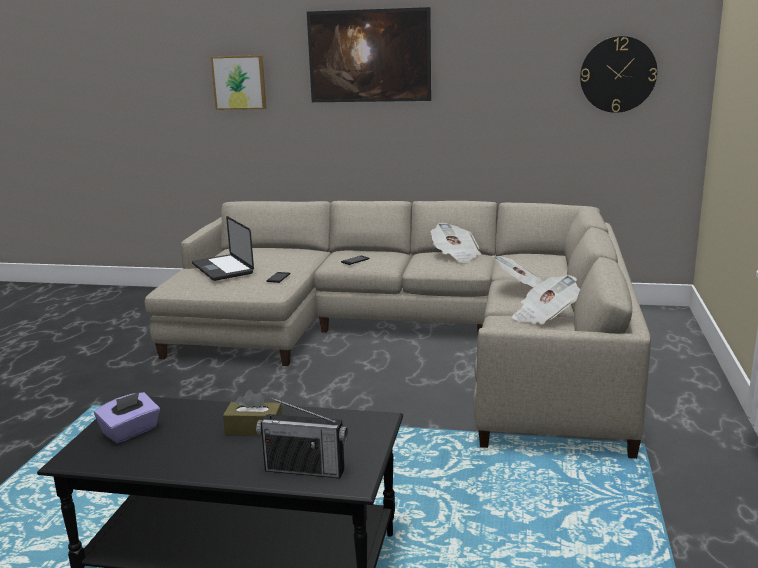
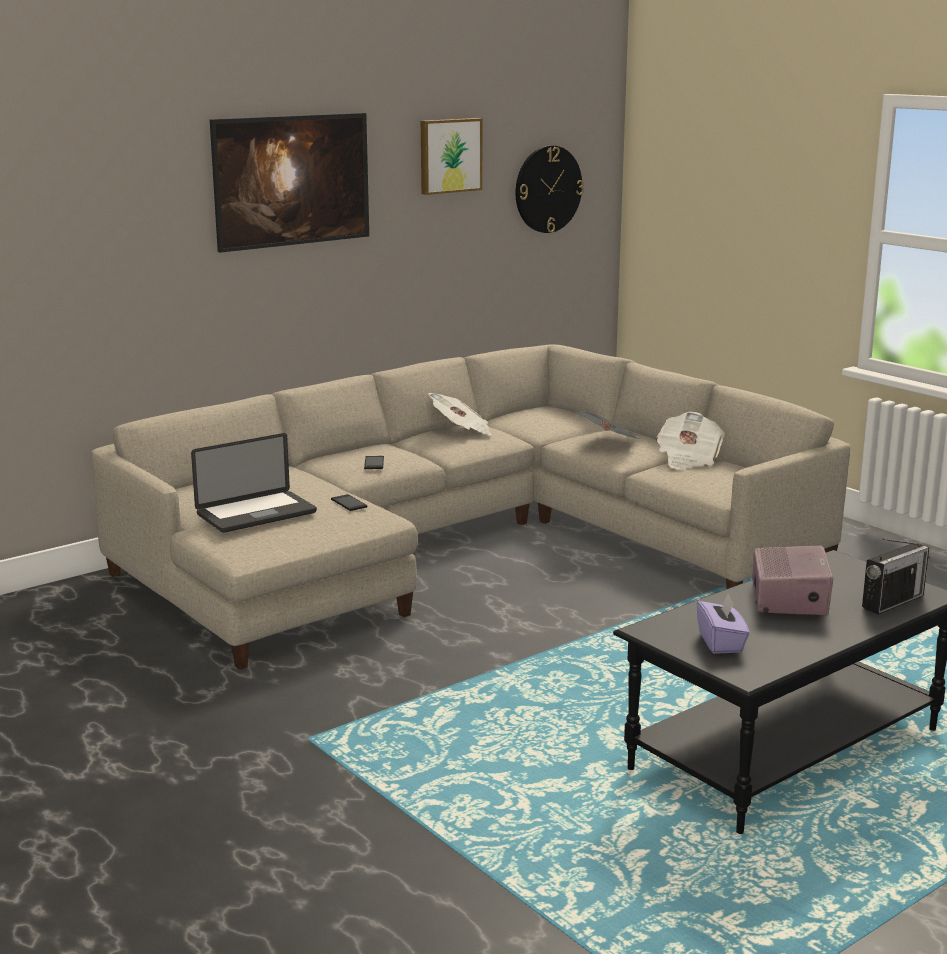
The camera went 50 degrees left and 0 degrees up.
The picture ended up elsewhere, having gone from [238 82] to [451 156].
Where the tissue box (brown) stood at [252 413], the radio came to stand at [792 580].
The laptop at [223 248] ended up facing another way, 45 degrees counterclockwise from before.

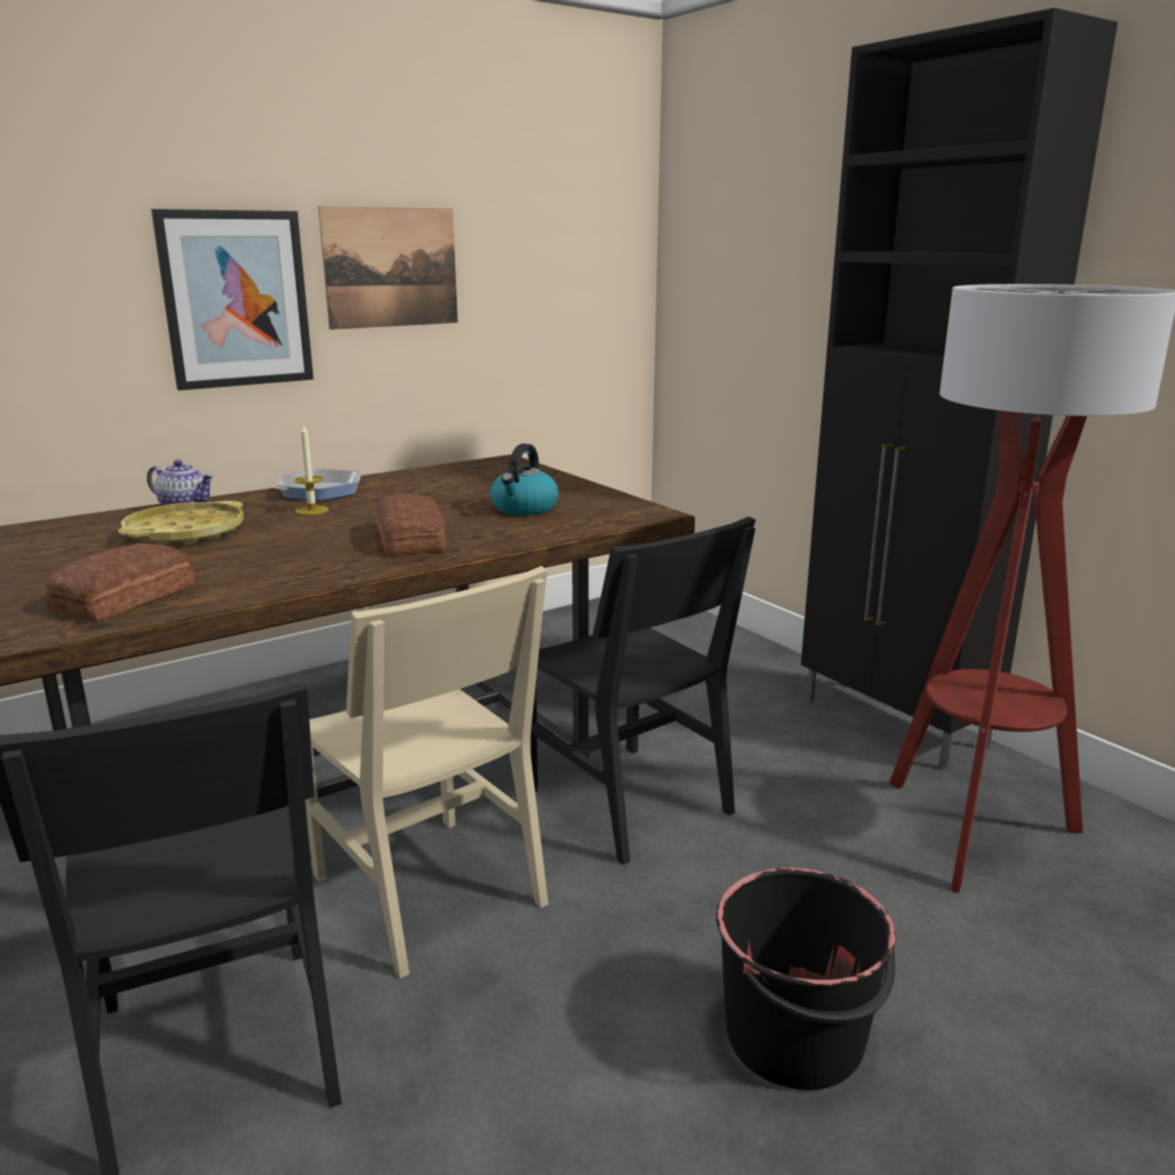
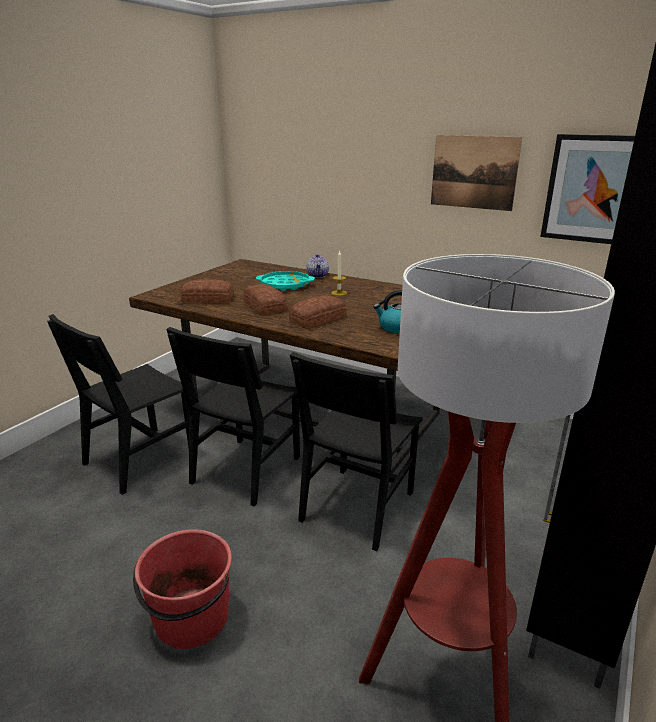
The camera went 65 degrees right and 5 degrees up.
The second view lost the frying pan at [318 485].
The second view gained the bread at [265 299].
The picture ended up elsewhere, having gone from [232 299] to [587 189].
What was the tray (yellow) at [181 523] turned into the tray (turquoise) at [285 281].
What was the chair (beige) at [426 772] turned into the chair (black) at [233 416].
What was the bucket (black) at [806 979] turned into the bucket (red) at [182 589].

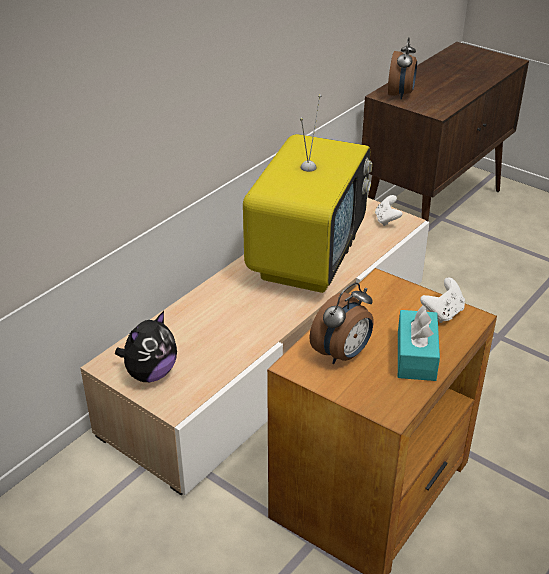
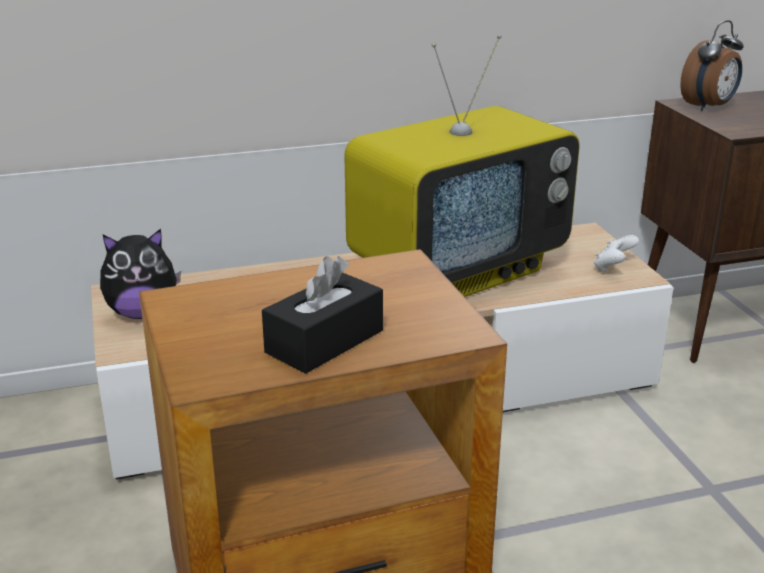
The camera went 35 degrees right and 10 degrees down.
The second view lost the alarm clock at [341 323].
The second view lost the game controller (white) at [442 300].
What was the tissue box (turquoise) at [419 343] turned into the tissue box (black) at [322 314].

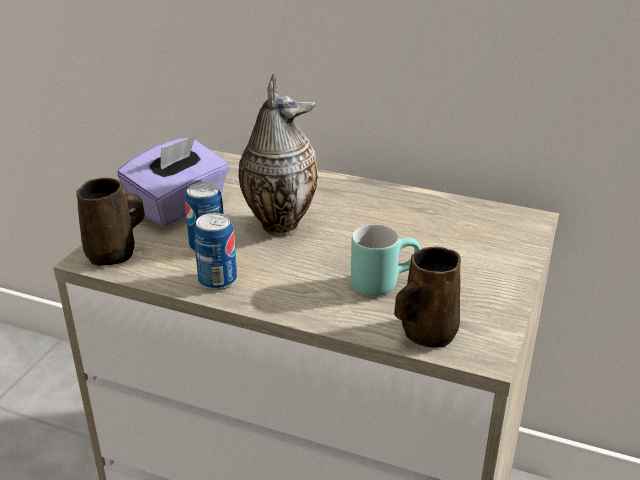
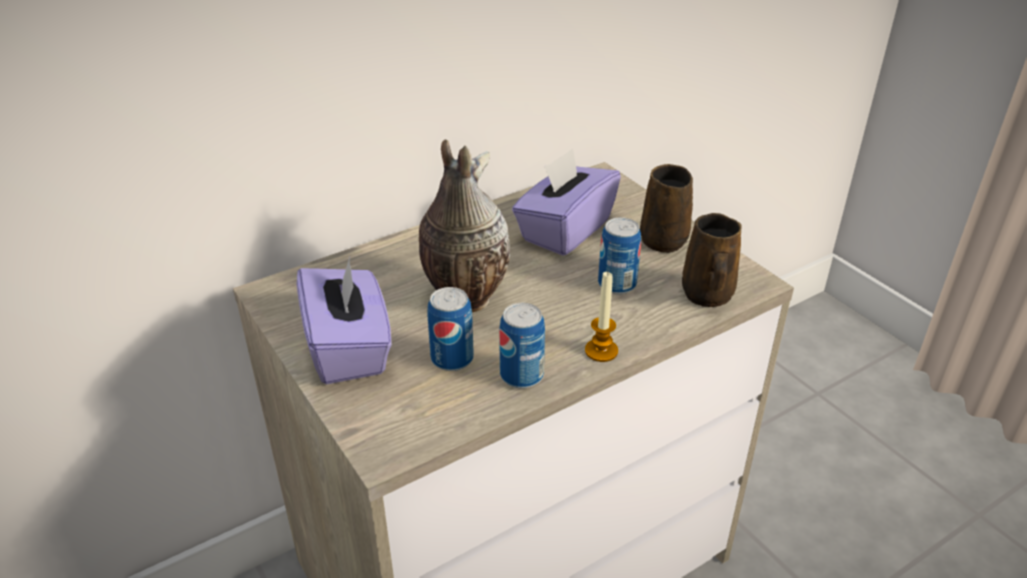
The camera went 55 degrees left and 5 degrees up.
The second view gained the tissue box (purple) at [566 202].
The second view gained the candle at [601 317].
The mug (brown) ended up elsewhere, having gone from [110 222] to [666 208].
Where the mug (turquoise) stood at [386 260], the can came to stand at [619 256].

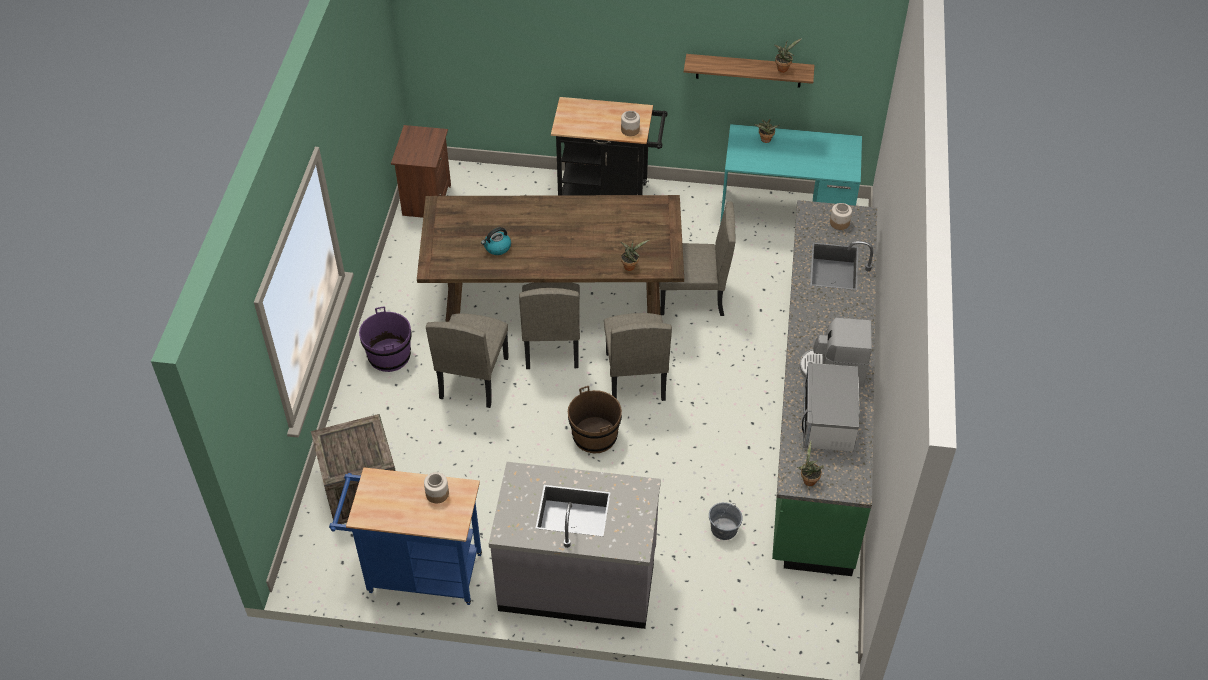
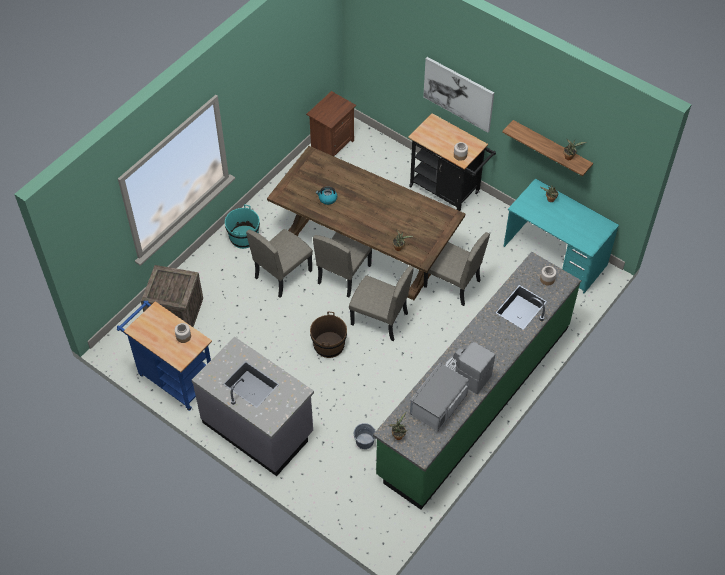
The camera went 30 degrees right and 5 degrees up.
The second view gained the picture at [458 94].
What was the bucket (purple) at [385 339] turned into the bucket (turquoise) at [242 227].
The chair (beige) at [638 357] ended up facing another way, 90 degrees counterclockwise from before.

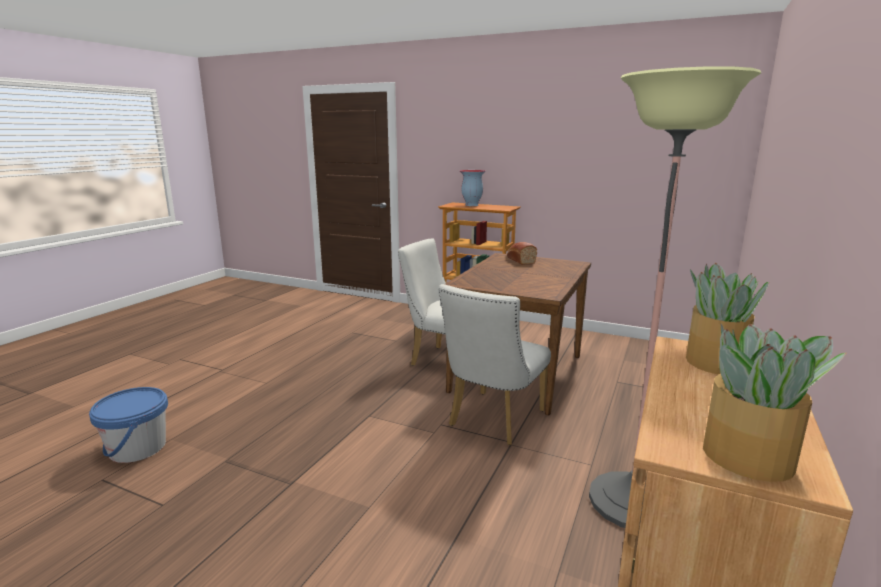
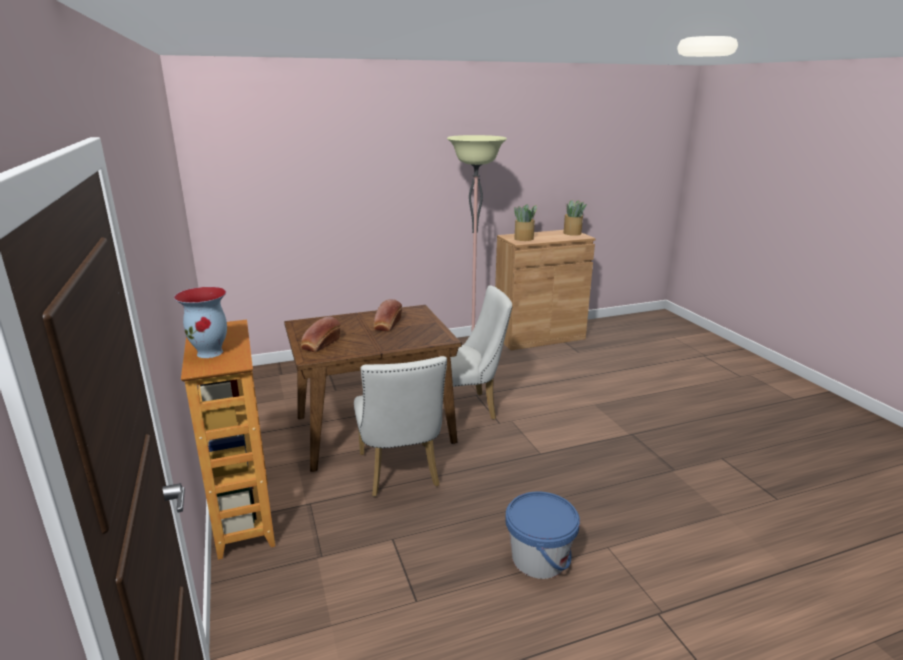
The camera went 135 degrees left and 5 degrees up.
The second view gained the bread at [387 315].
The bucket (blue) ended up elsewhere, having gone from [128 425] to [542 535].

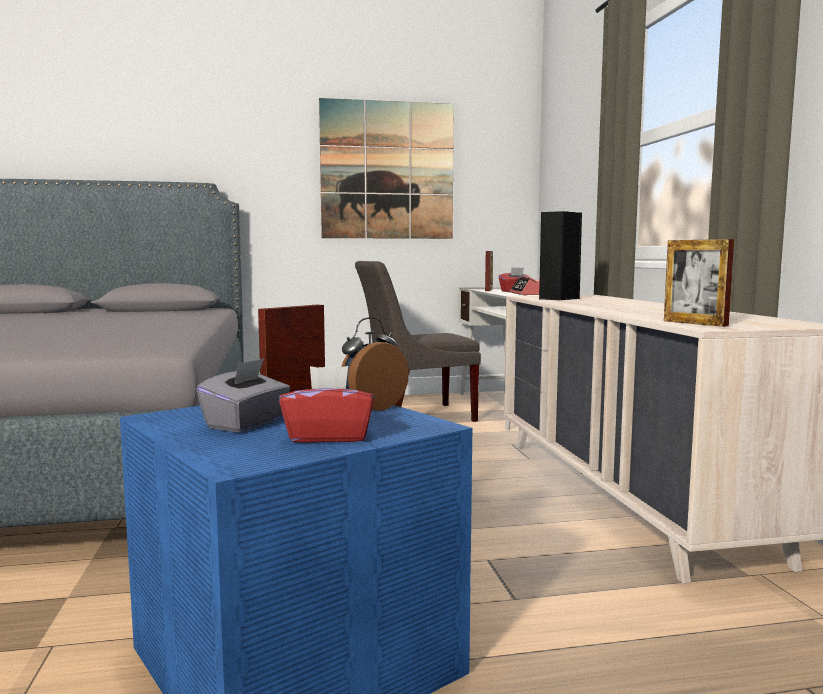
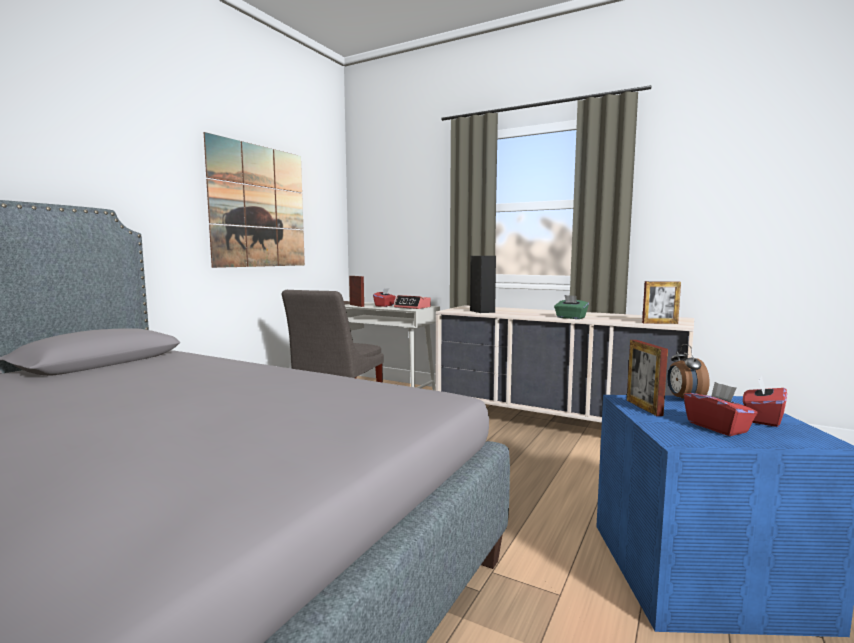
The camera went 50 degrees left and 0 degrees up.
The second view gained the tissue box (green) at [571 307].
What was the tissue box (grey) at [243 395] turned into the tissue box (red) at [721 409].

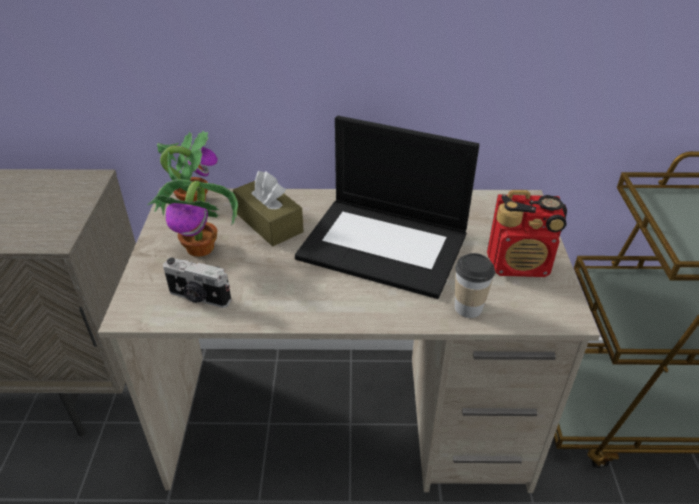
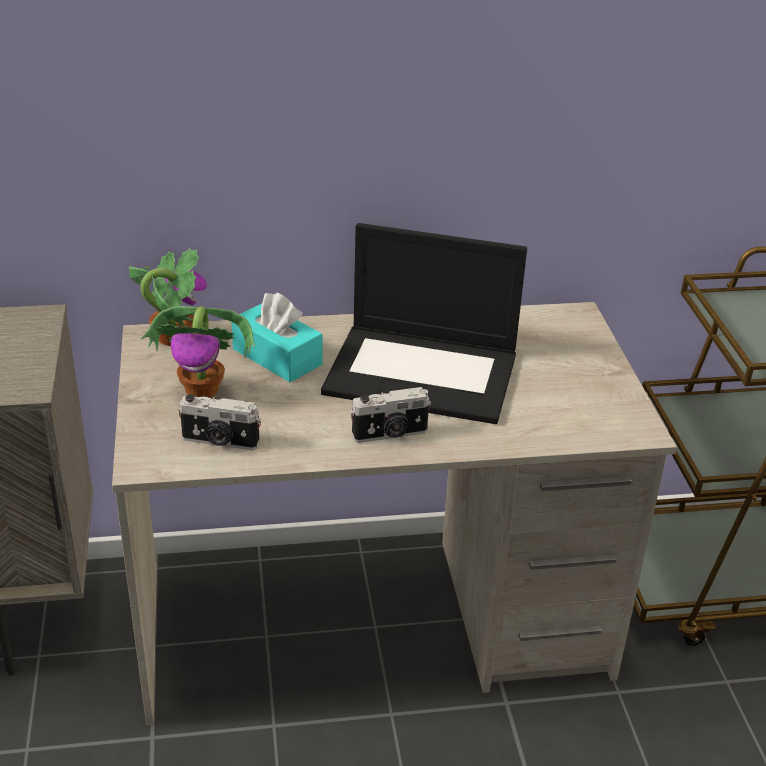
The camera went 10 degrees left and 5 degrees down.
The second view lost the cup at [475 285].
The second view lost the radio at [527 233].
The second view gained the photo camera at [390 415].
What was the tissue box (brown) at [268 208] turned into the tissue box (turquoise) at [277 337].

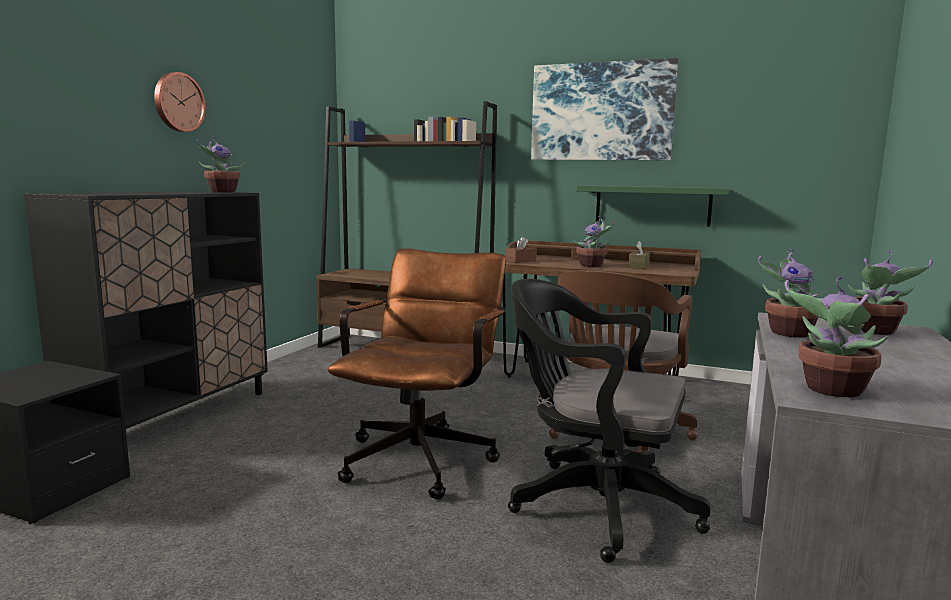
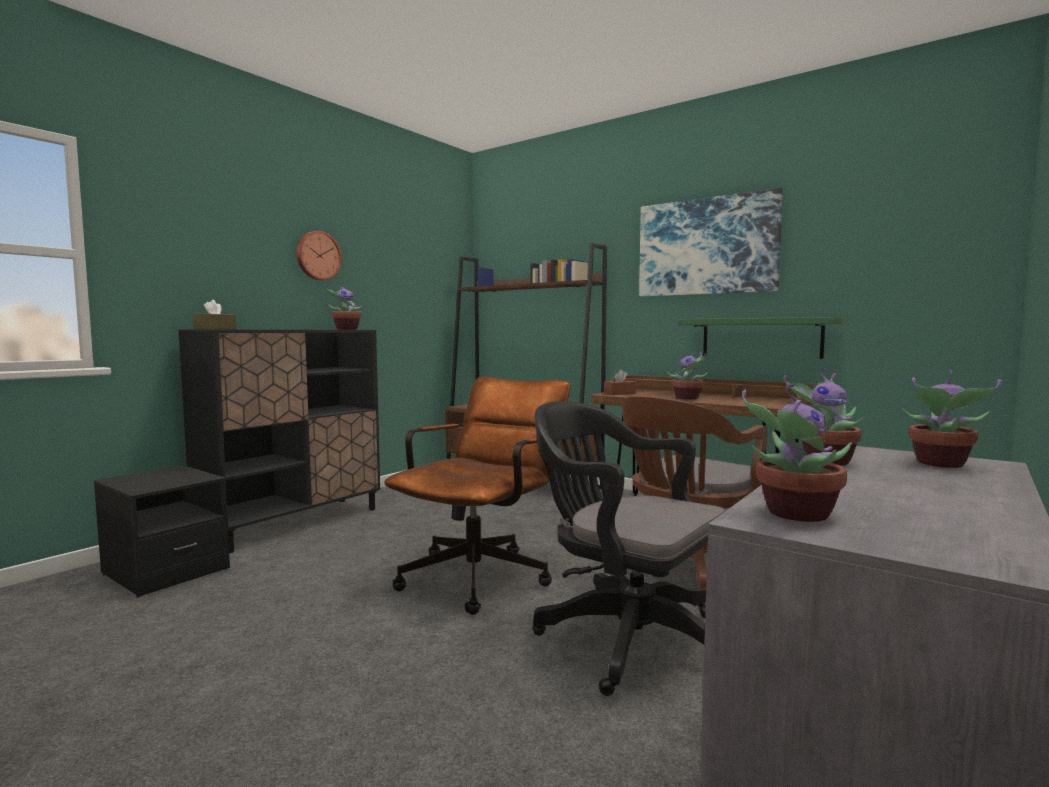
The camera went 15 degrees right and 5 degrees down.
The tissue box (brown) ended up elsewhere, having gone from [639 255] to [214 314].

